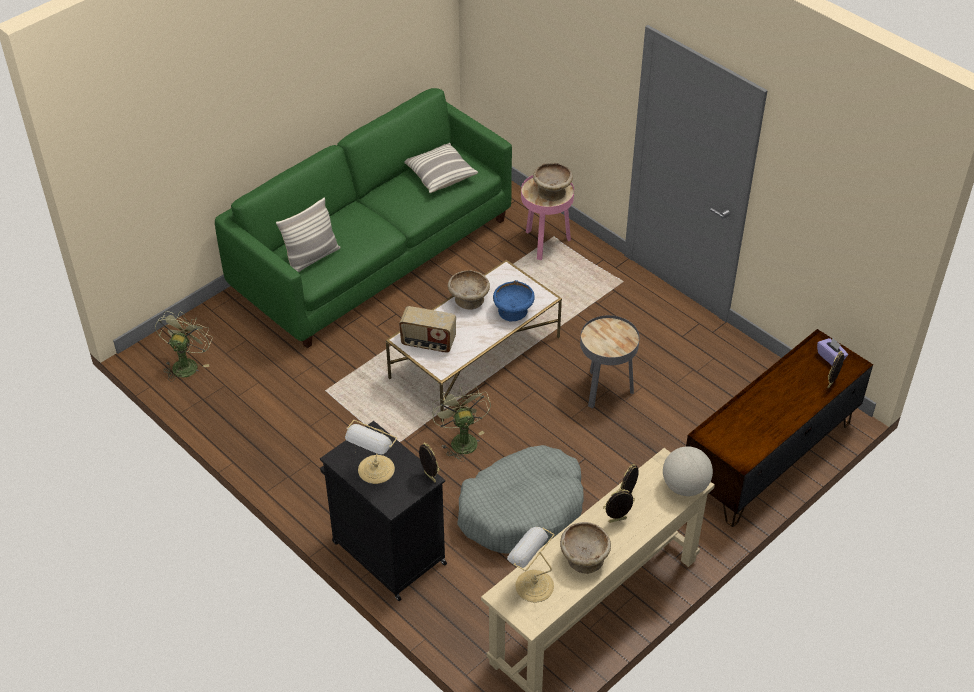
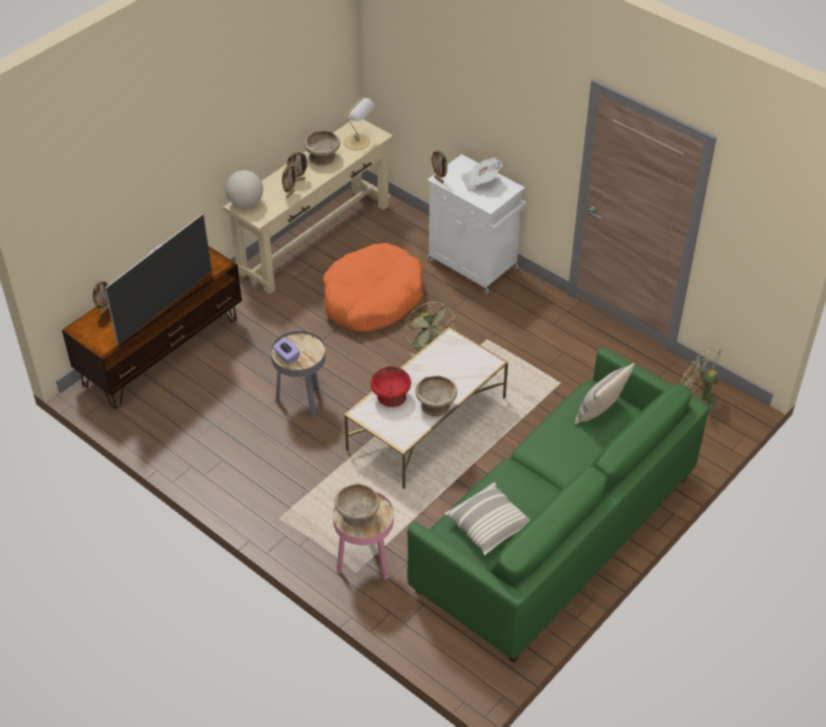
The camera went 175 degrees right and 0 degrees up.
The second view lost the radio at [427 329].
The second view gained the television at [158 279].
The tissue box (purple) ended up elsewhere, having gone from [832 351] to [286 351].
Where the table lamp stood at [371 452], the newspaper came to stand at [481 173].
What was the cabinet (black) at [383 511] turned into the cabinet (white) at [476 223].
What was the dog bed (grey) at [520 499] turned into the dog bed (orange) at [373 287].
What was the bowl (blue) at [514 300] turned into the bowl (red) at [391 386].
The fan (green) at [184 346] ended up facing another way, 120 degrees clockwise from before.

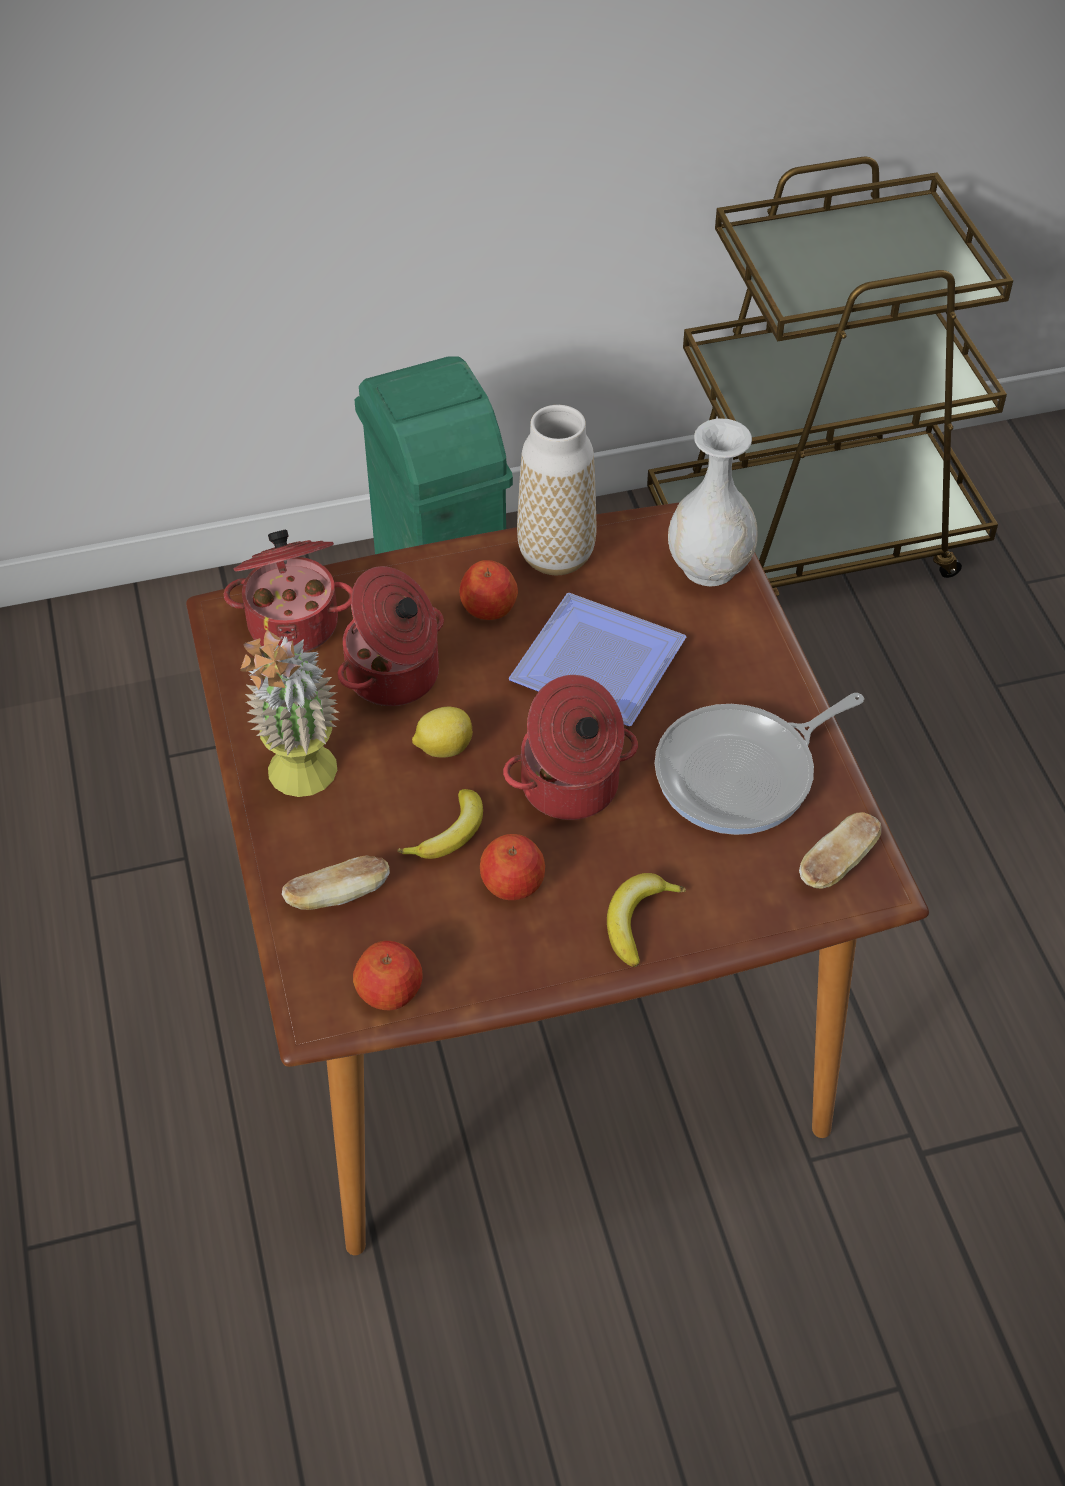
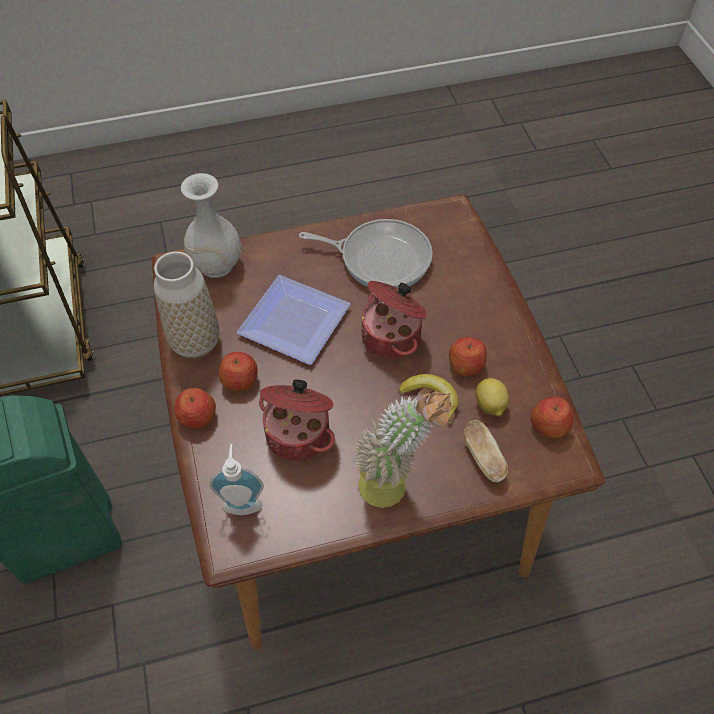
The camera went 90 degrees left and 5 degrees up.
The second view lost the banana at [646 920].
The second view lost the bread at [840 850].
The second view gained the apple at [195 408].
The lemon ended up elsewhere, having gone from [442 731] to [492 397].
Where the cooking pot stood at [288 591], the soap dispenser came to stand at [236 479].
The frying pan at [759 764] ended up facing another way, 45 degrees counterclockwise from before.

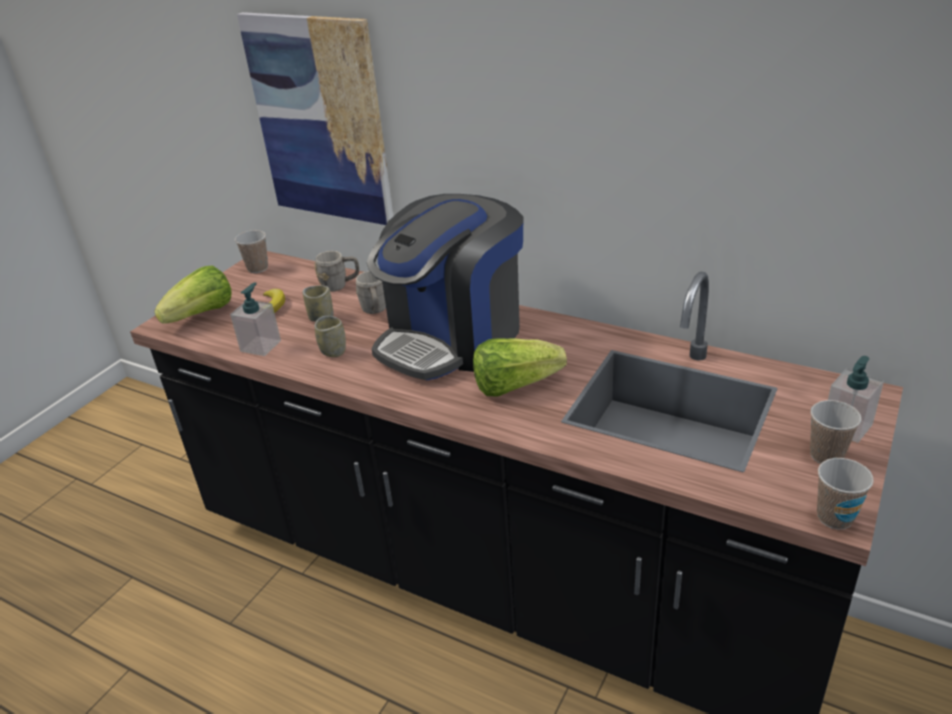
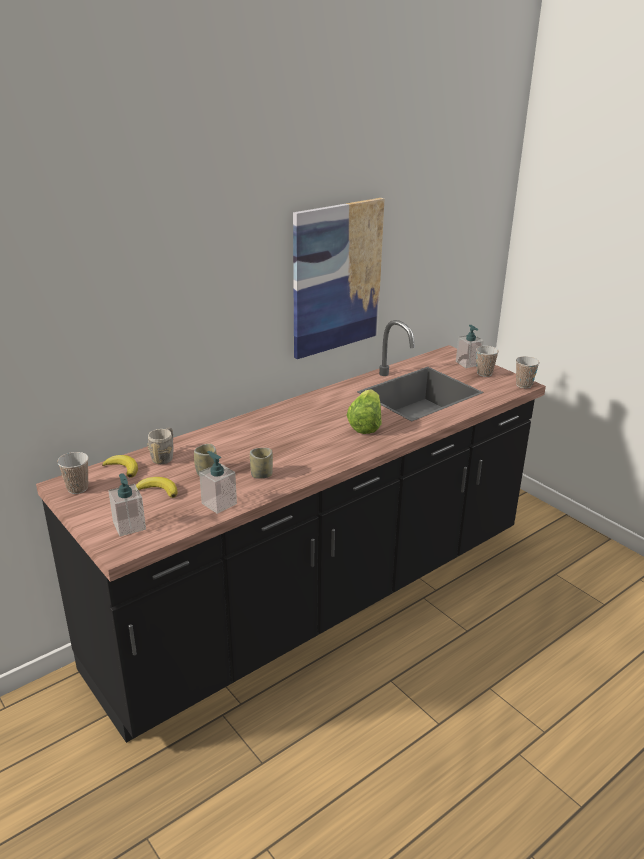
The camera went 70 degrees left and 5 degrees down.
The second view lost the mug (grey) at [371 292].
The second view lost the coffee machine at [445 287].
The second view gained the banana at [120 466].
The picture ended up elsewhere, having gone from [315 118] to [339 278].
Where the lettuce stood at [193 294], the soap dispenser came to stand at [127 505].

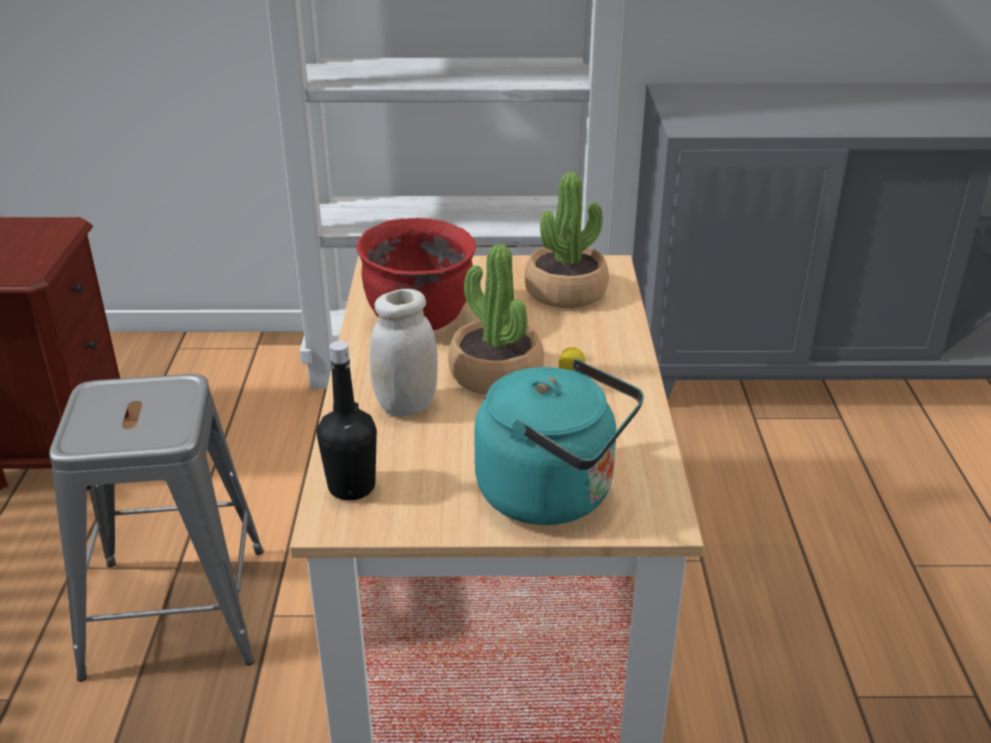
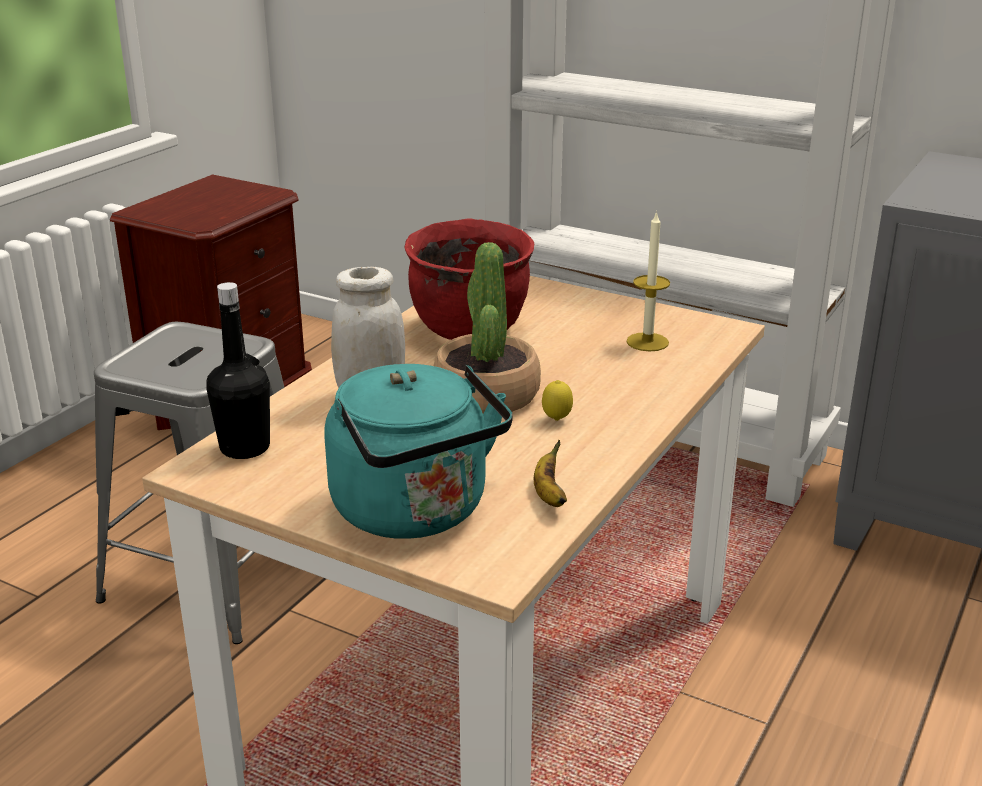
The camera went 30 degrees right and 5 degrees down.
The second view gained the banana at [550 473].
Where the potted plant stood at [566 240], the candle came to stand at [648 281].

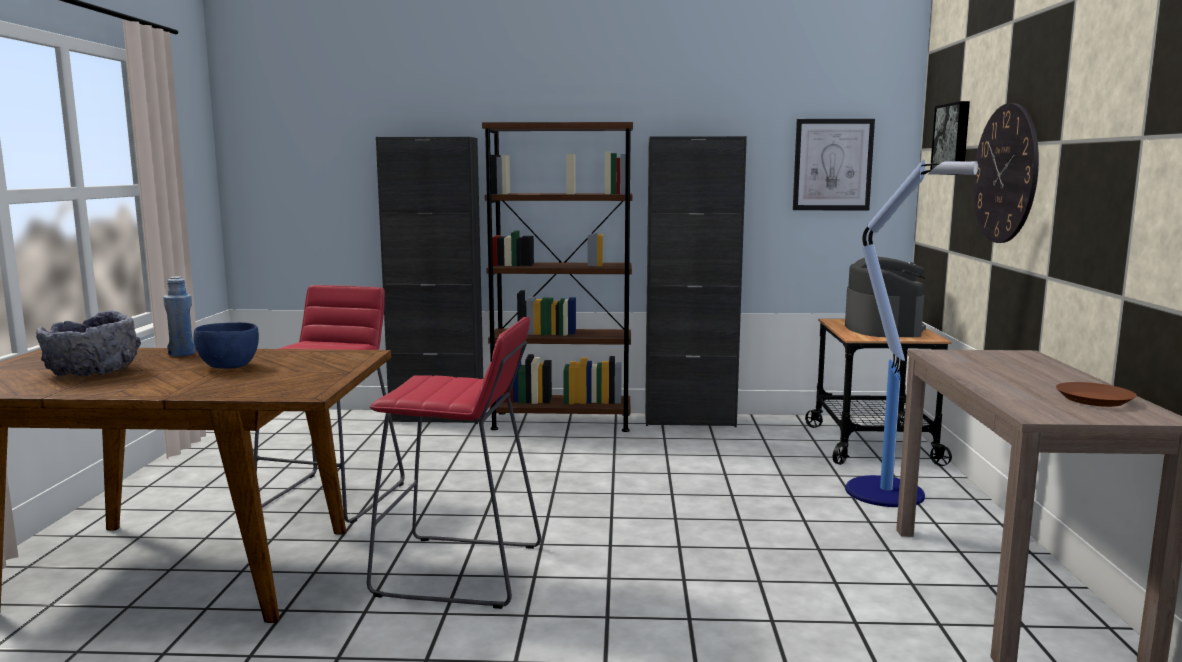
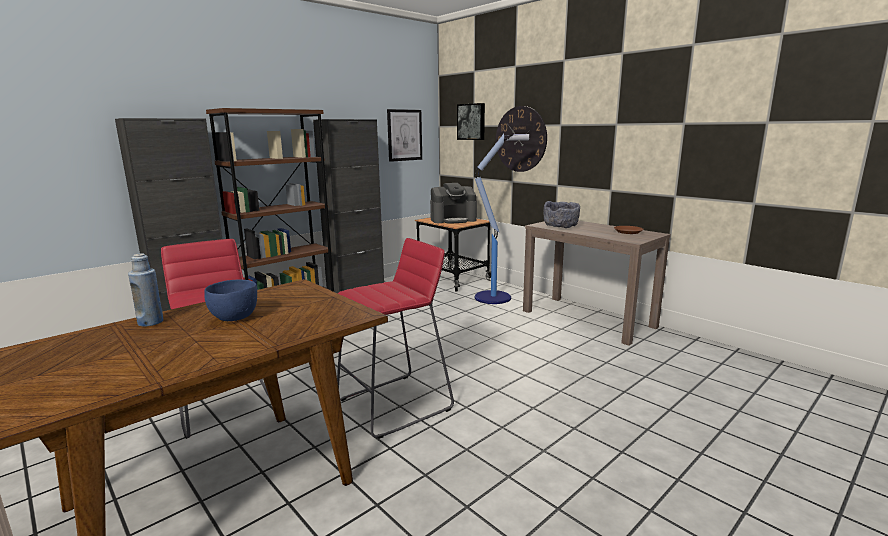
The camera went 45 degrees left and 5 degrees up.
The bowl (grey) ended up elsewhere, having gone from [88 343] to [562 214].
The coffee machine at [885 297] ended up facing another way, 120 degrees clockwise from before.

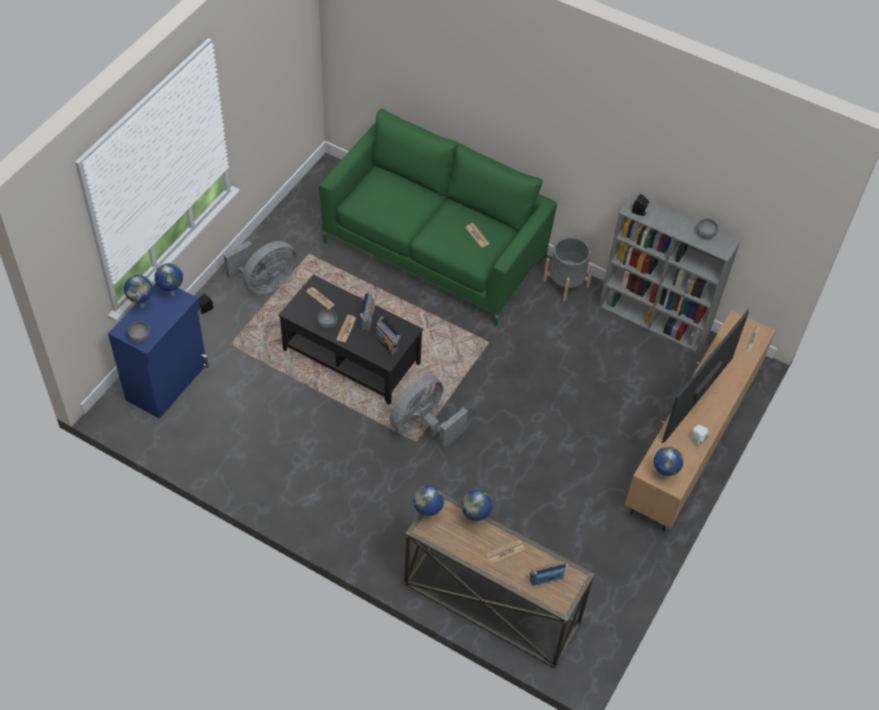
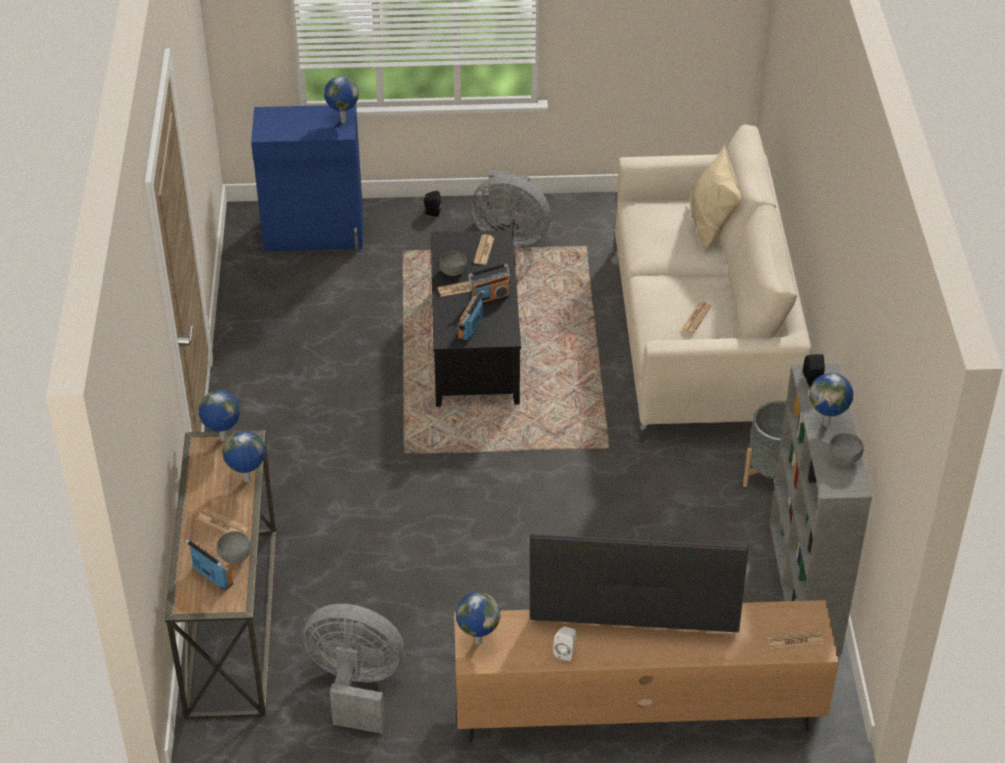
The camera went 60 degrees right and 10 degrees down.
The second view gained the pillow (beige) at [717 199].
The globe ended up elsewhere, having gone from [138 291] to [831 400].
The bowl (grey) ended up elsewhere, having gone from [139 332] to [233 547].
The fan (grey) ended up elsewhere, having gone from [429 412] to [353 669].
What was the sofa (green) at [438 217] turned into the sofa (beige) at [712 284].

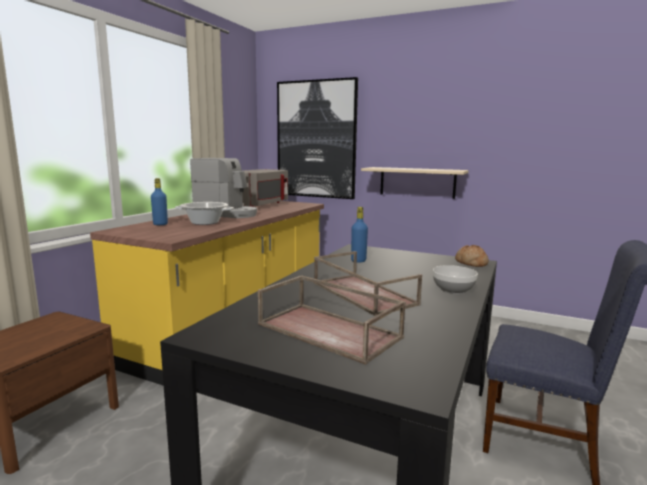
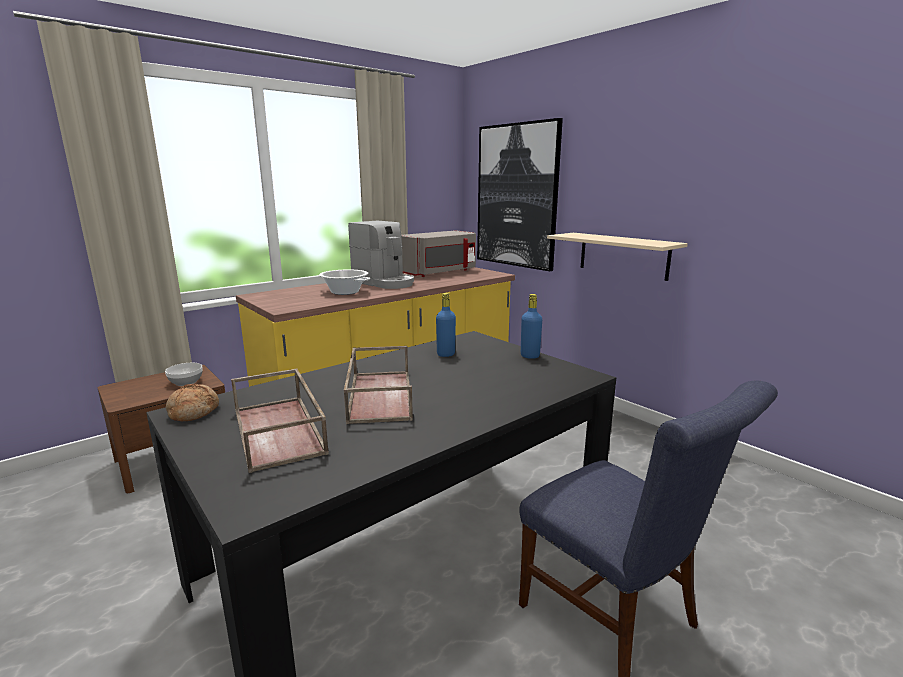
The camera went 25 degrees right and 5 degrees up.
The bottle (blue) ended up elsewhere, having gone from [159 201] to [531 326].
The bowl ended up elsewhere, having gone from [455 279] to [184 374].
The bread ended up elsewhere, having gone from [472 256] to [192 402].

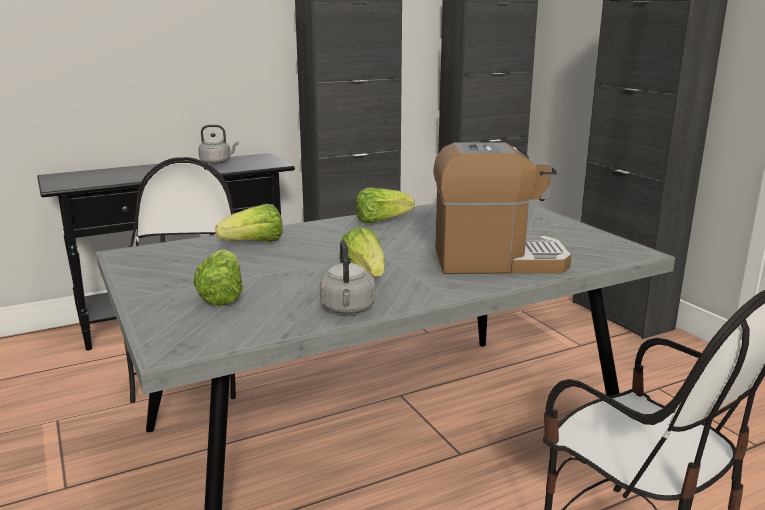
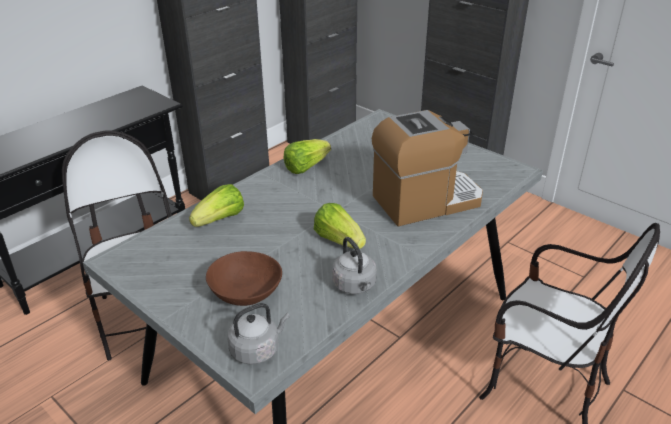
The camera went 20 degrees left and 15 degrees up.
The kettle (grey) ended up elsewhere, having gone from [218 144] to [259 334].
Where the lettuce stood at [218 277], the bowl (brown) came to stand at [244 278].

